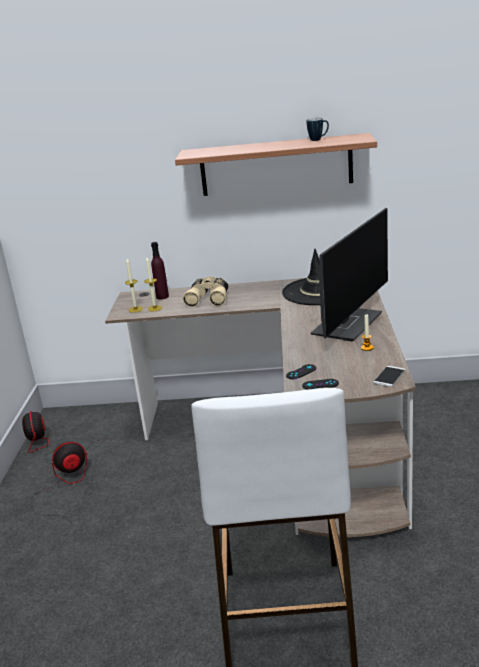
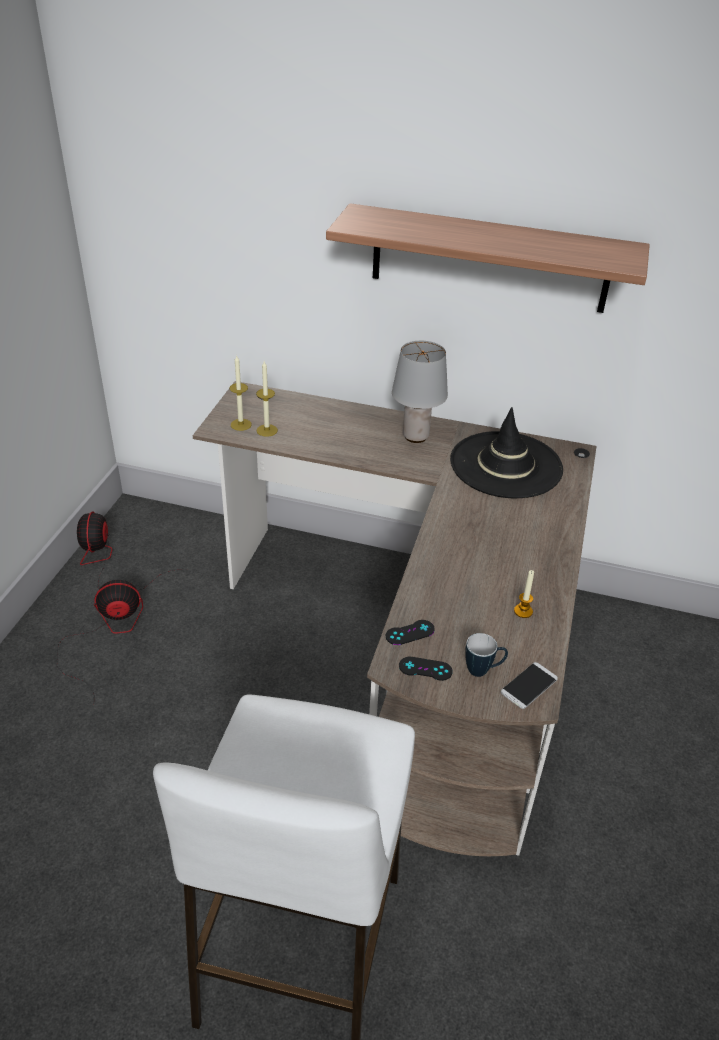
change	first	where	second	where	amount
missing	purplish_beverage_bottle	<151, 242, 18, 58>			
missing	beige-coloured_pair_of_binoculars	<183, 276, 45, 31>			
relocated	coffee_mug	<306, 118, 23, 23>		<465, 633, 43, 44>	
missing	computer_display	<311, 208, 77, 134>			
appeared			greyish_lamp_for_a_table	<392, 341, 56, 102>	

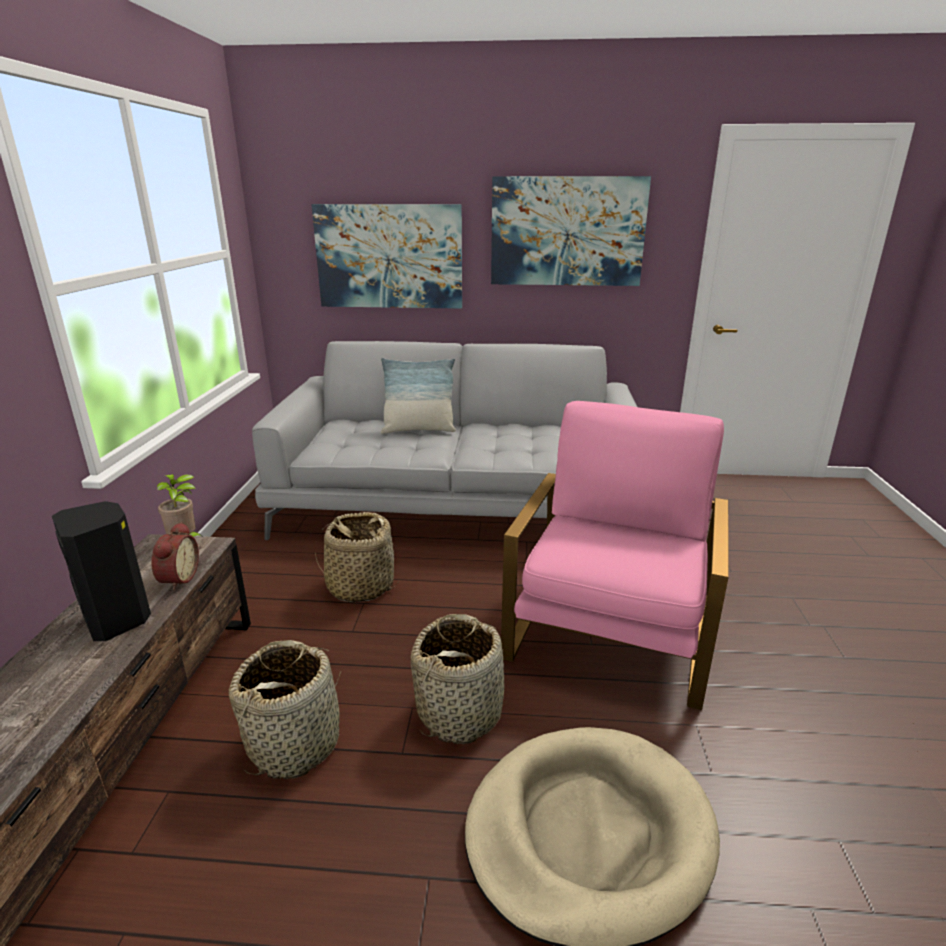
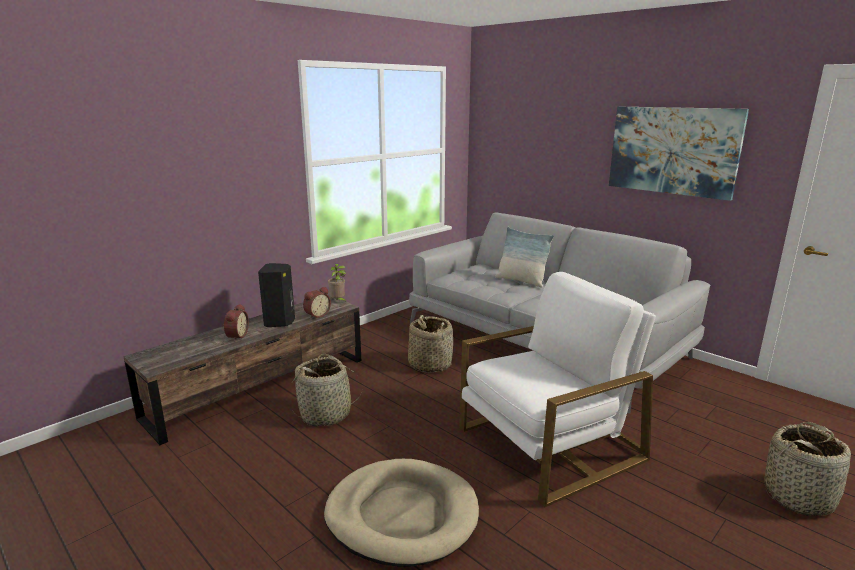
change	first	where	second	where	amount
missing	picture	<311, 204, 151, 104>			
relocated	household_basket	<411, 614, 93, 130>		<764, 422, 87, 94>	
colour	pink_lounge_chair	<501, 401, 228, 309>	white_lounge_chair	<459, 272, 197, 236>	
appeared			table_clock	<224, 304, 25, 37>	

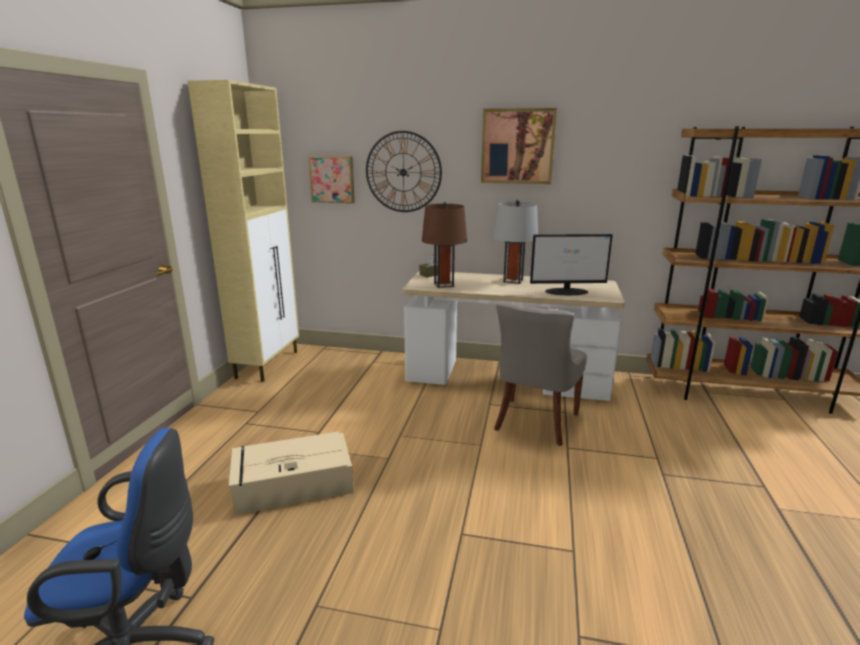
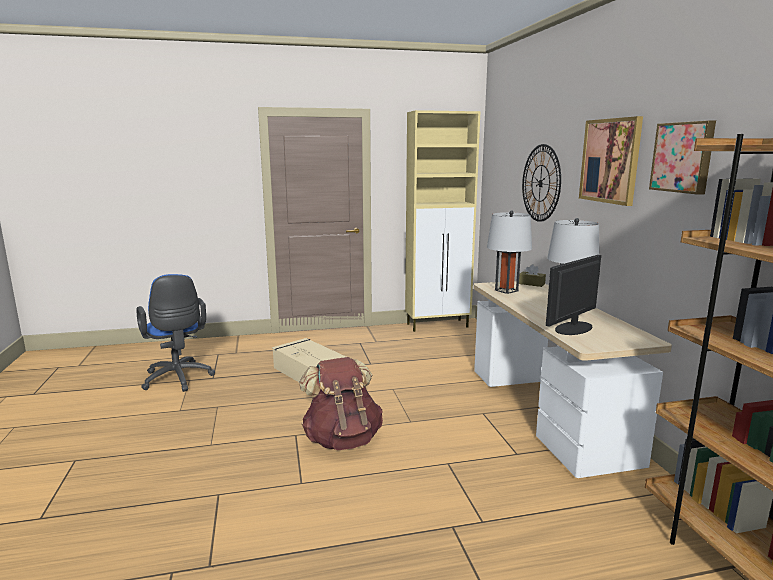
change	first	where	second	where	amount
relocated	picture	<308, 156, 47, 47>		<649, 121, 67, 74>	
colour	brown-coloured_lamp_for_a_table	<422, 202, 45, 86>	greyish_lamp_for_a_table	<487, 210, 45, 84>	
missing	greyish_chair	<494, 303, 93, 143>			
spun	computer_display	<530, 234, 83, 61>		<546, 255, 55, 80>	75 degrees clockwise
appeared			brown-coloured_rucksack	<299, 357, 84, 93>	

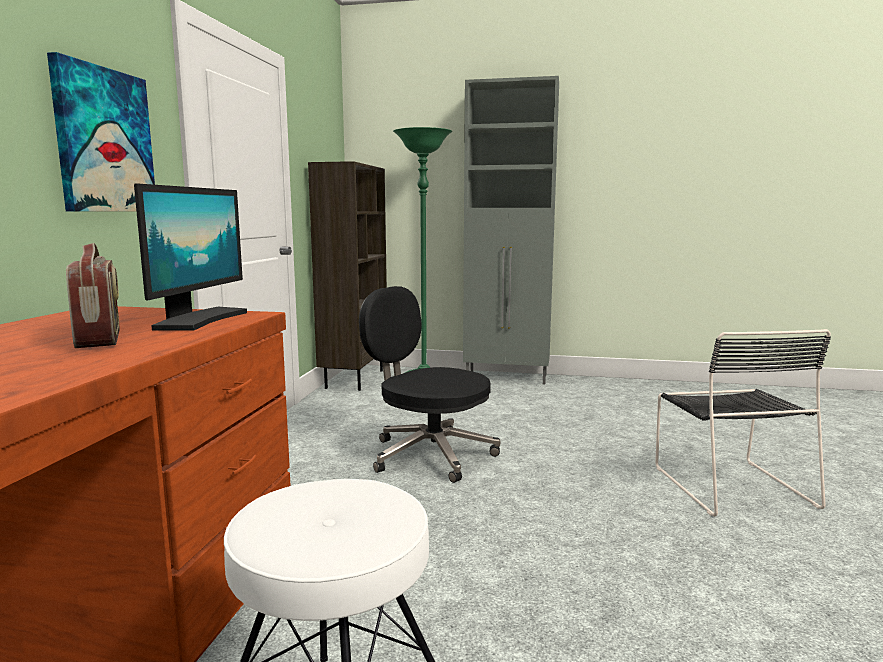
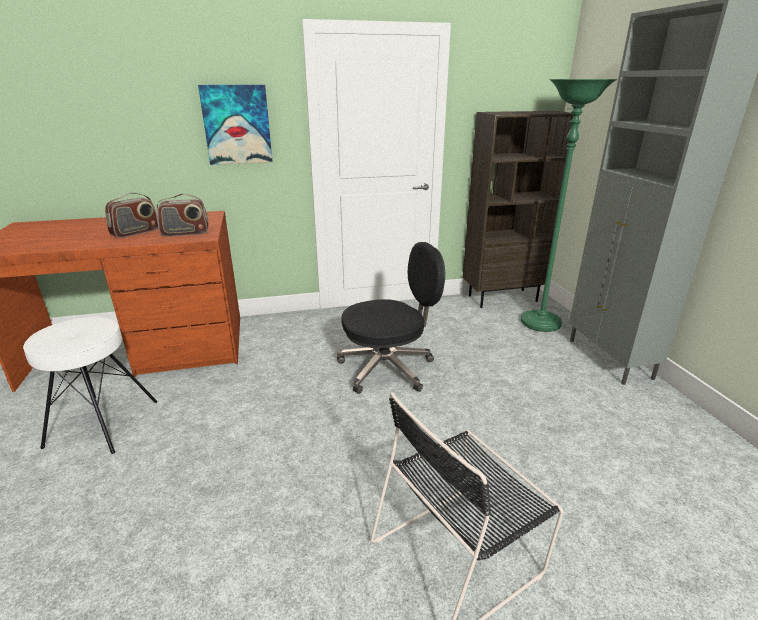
change	first	where	second	where	amount
exchanged	computer_display	<134, 183, 113, 148>	radio_set	<156, 194, 52, 43>	
spun	black-coloured_desk_chair	<359, 286, 141, 197>		<337, 242, 108, 152>	60 degrees clockwise

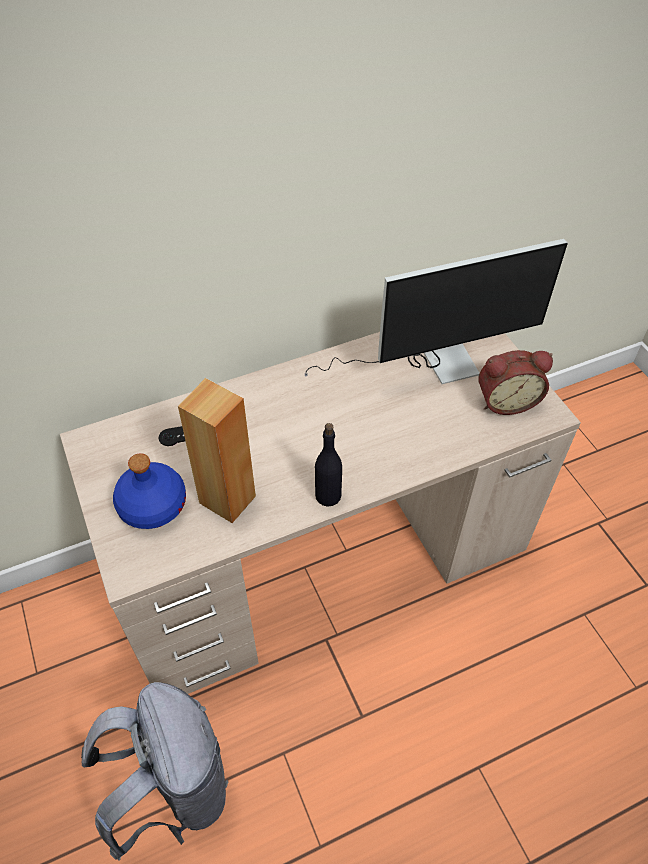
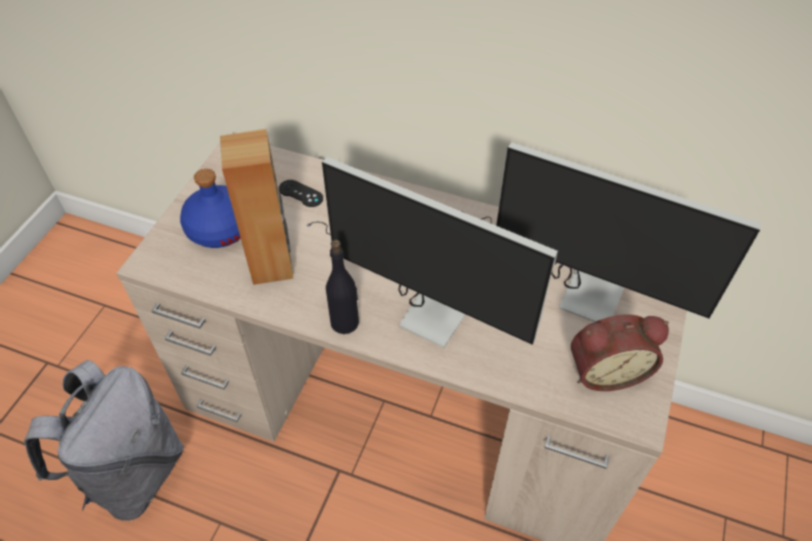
change	first	where	second	where	amount
spun	table_clock	<478, 350, 75, 65>		<571, 315, 98, 76>	45 degrees counterclockwise
appeared			computer_display	<307, 157, 251, 191>	

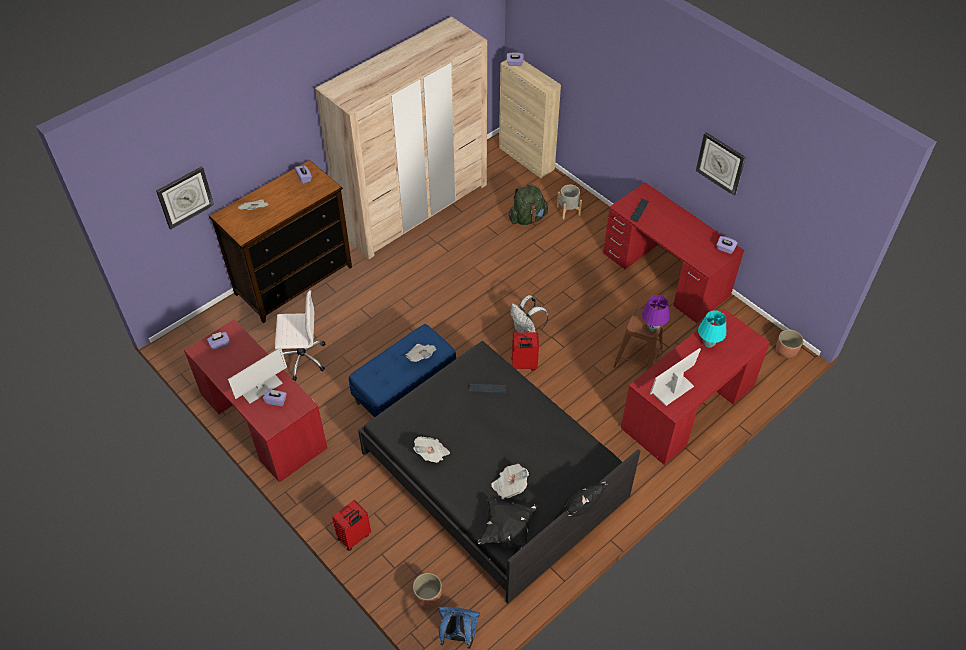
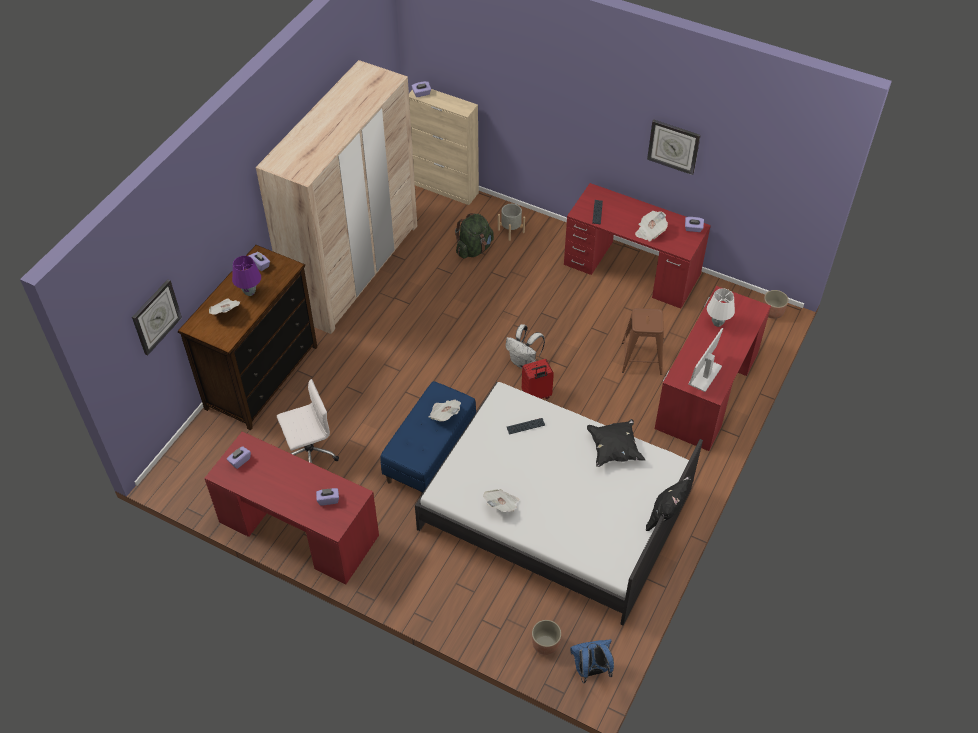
change	first	where	second	where	amount
missing	computer_display	<228, 347, 59, 57>			
missing	red_suitcase	<332, 500, 39, 51>			
colour	black-coloured_sleeping_bed	<358, 341, 282, 263>	white_sleeping_bed	<415, 382, 288, 243>	
relocated	black-coloured_throw_pillow	<477, 496, 61, 54>		<587, 419, 58, 48>	
relocated	daily_paper	<491, 464, 38, 35>		<635, 211, 33, 31>	
relocated	purplish_lamp_for_a_table	<642, 295, 27, 37>		<232, 256, 29, 40>	
colour	blue-green_lamp_for_a_table	<698, 310, 28, 38>	white_lamp_for_a_table	<707, 288, 28, 39>	

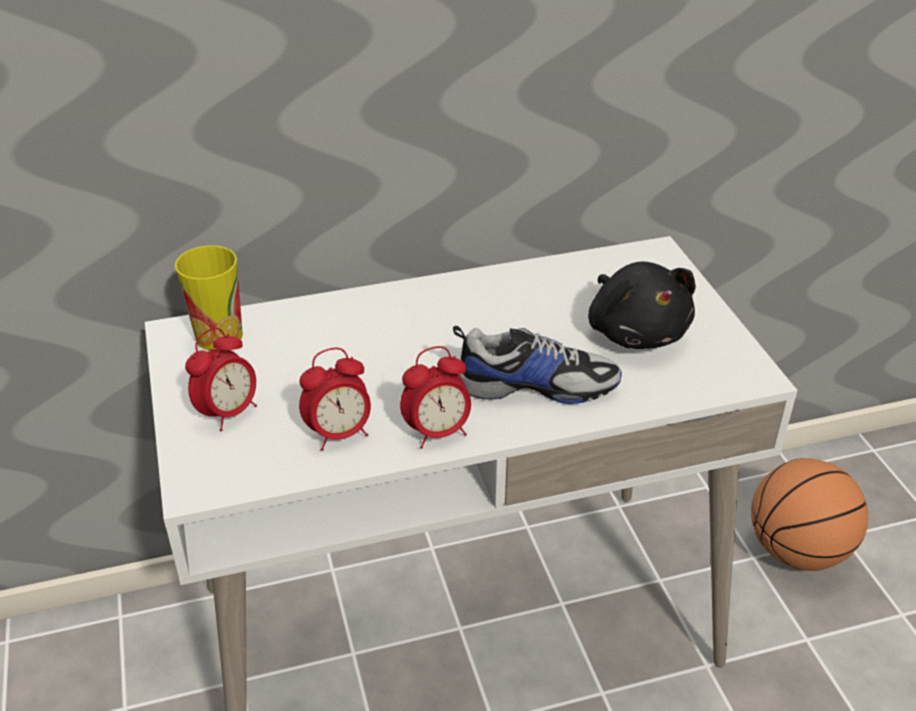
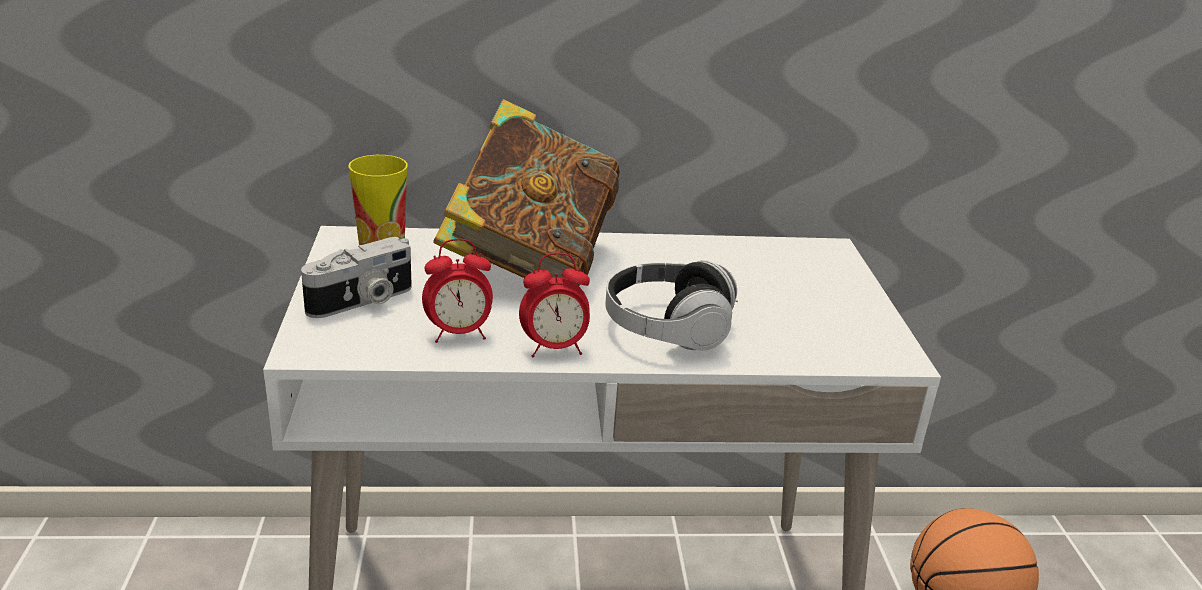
change	first	where	second	where	amount
exchanged	table_clock	<185, 327, 72, 104>	still_camera	<301, 237, 111, 81>	
exchanged	low_shoe	<453, 326, 169, 78>	pair_of_headphones	<605, 260, 133, 91>	
missing	black-coloured_cuddly_toy	<588, 262, 108, 87>			
appeared			book	<433, 99, 187, 187>	

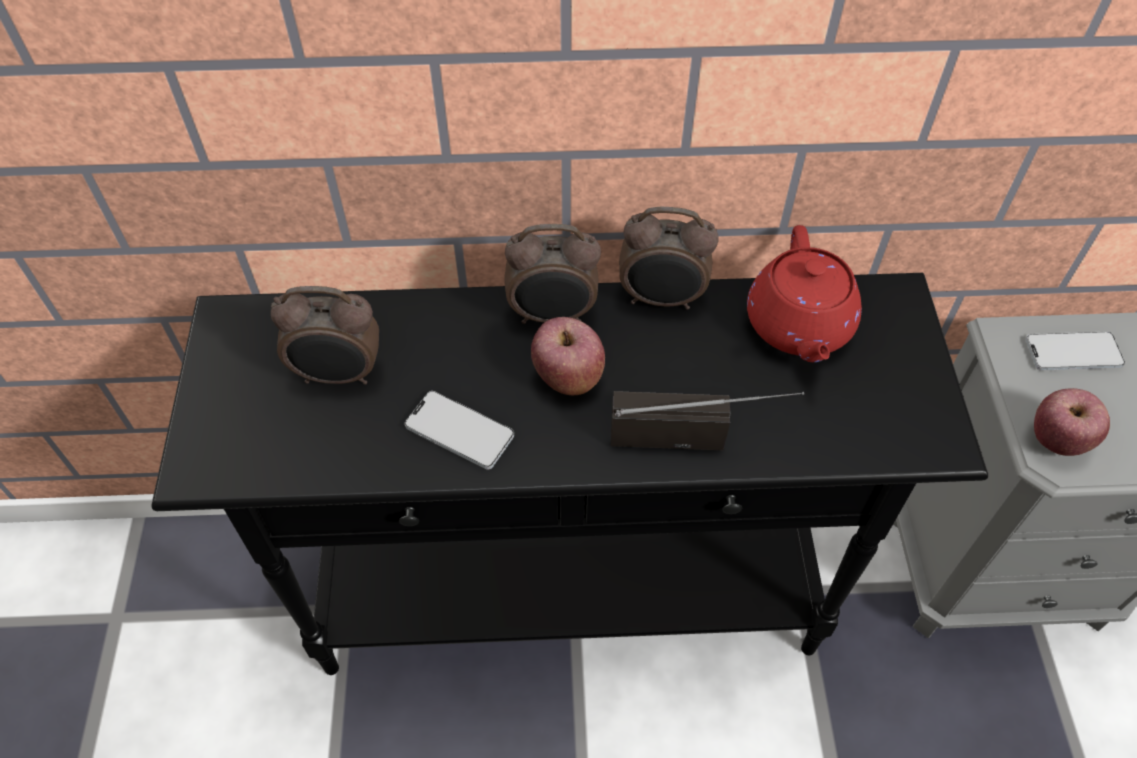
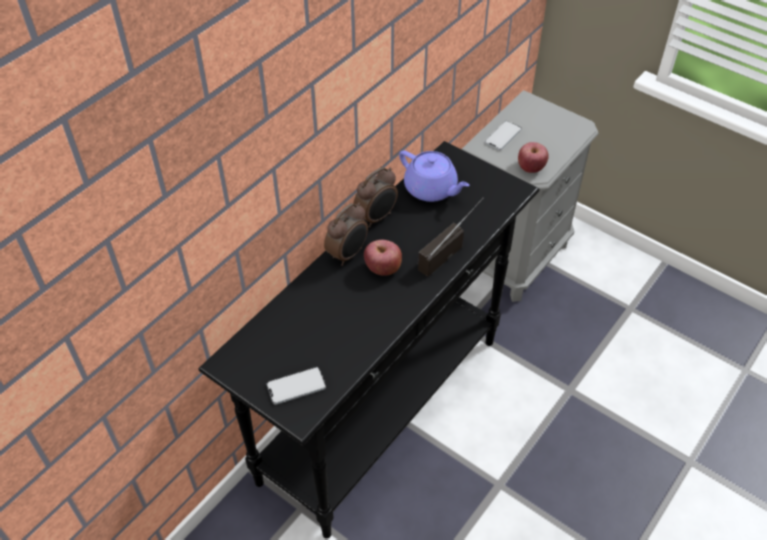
change	first	where	second	where	amount
missing	table_clock	<271, 286, 108, 99>			
relocated	telephone	<405, 391, 109, 79>		<267, 367, 59, 38>	
colour	red_teapot	<747, 225, 115, 137>	purplish_teapot	<399, 150, 70, 52>	

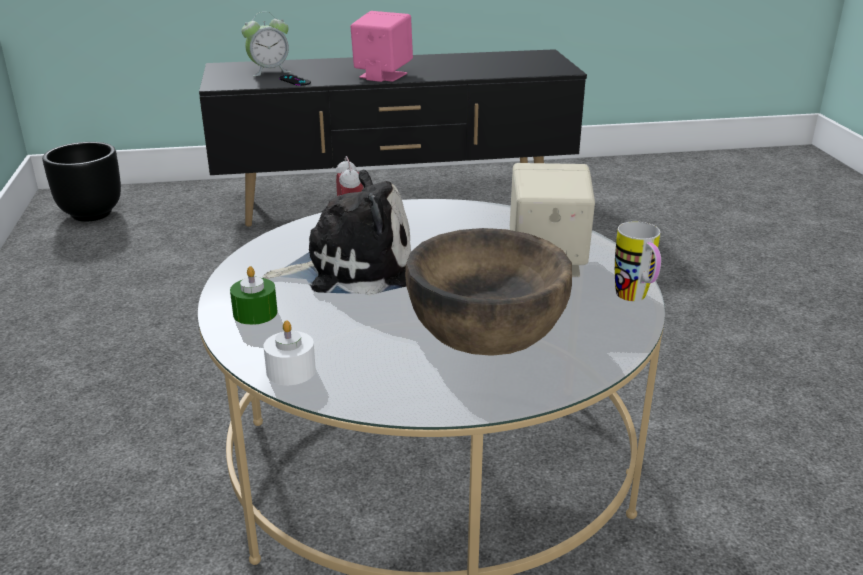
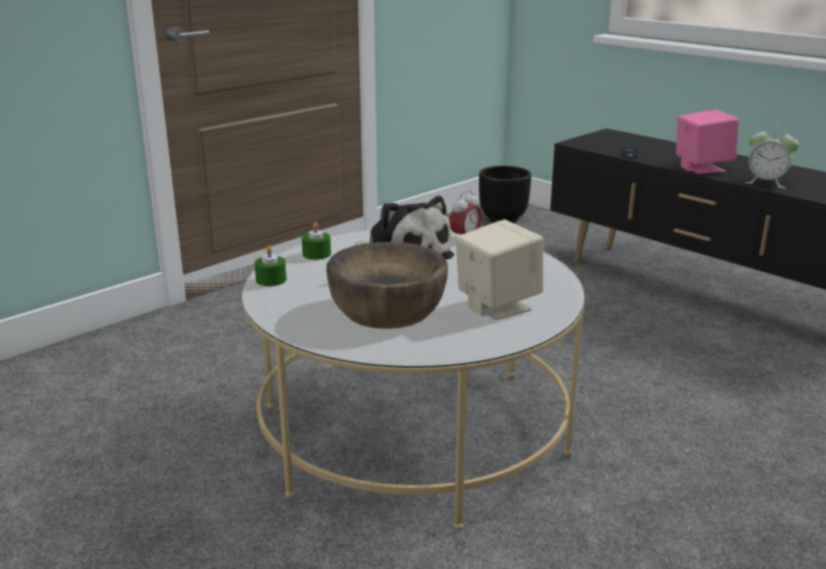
change	first	where	second	where	amount
relocated	table_clock	<241, 12, 50, 64>		<744, 125, 55, 64>	
colour	white_candle	<264, 320, 52, 65>	green_candle	<254, 246, 33, 40>	
missing	coffee_mug	<615, 221, 46, 80>			

